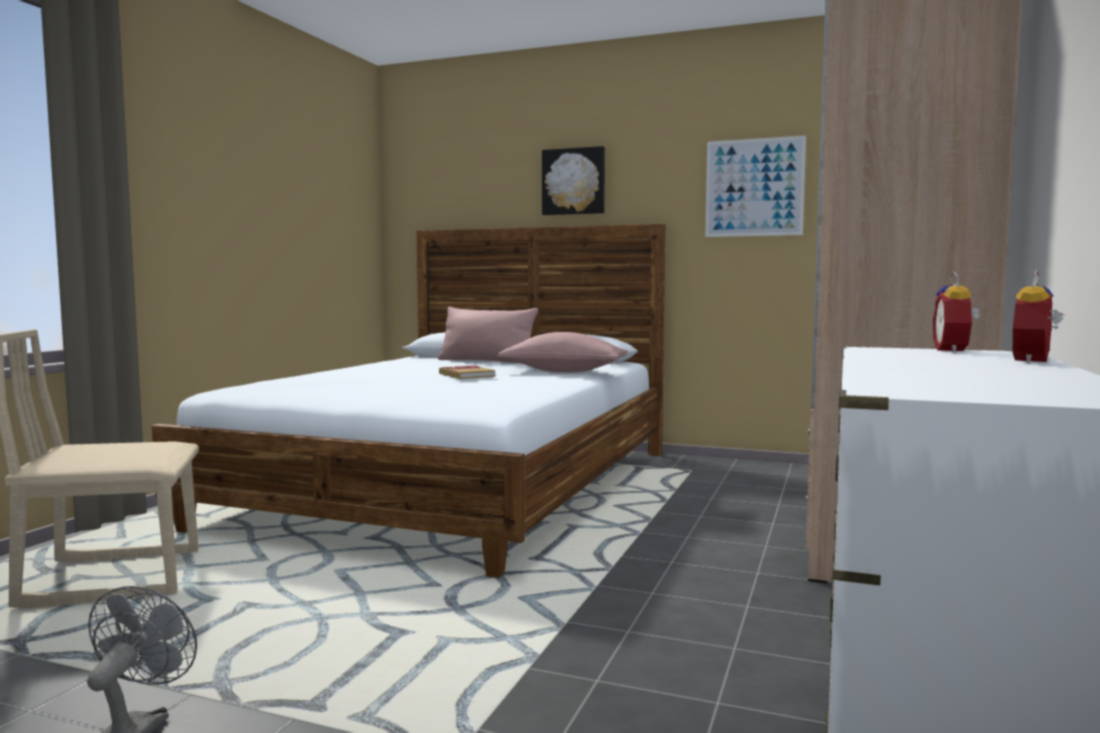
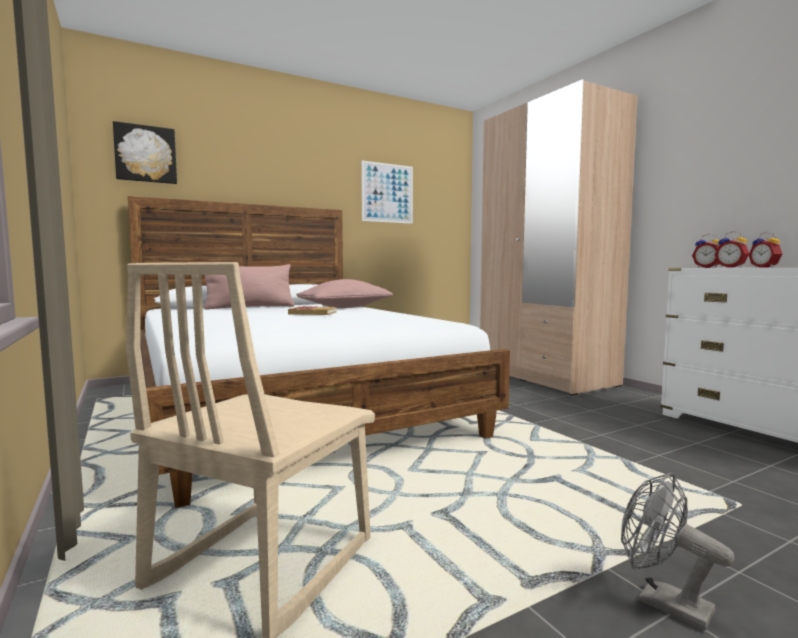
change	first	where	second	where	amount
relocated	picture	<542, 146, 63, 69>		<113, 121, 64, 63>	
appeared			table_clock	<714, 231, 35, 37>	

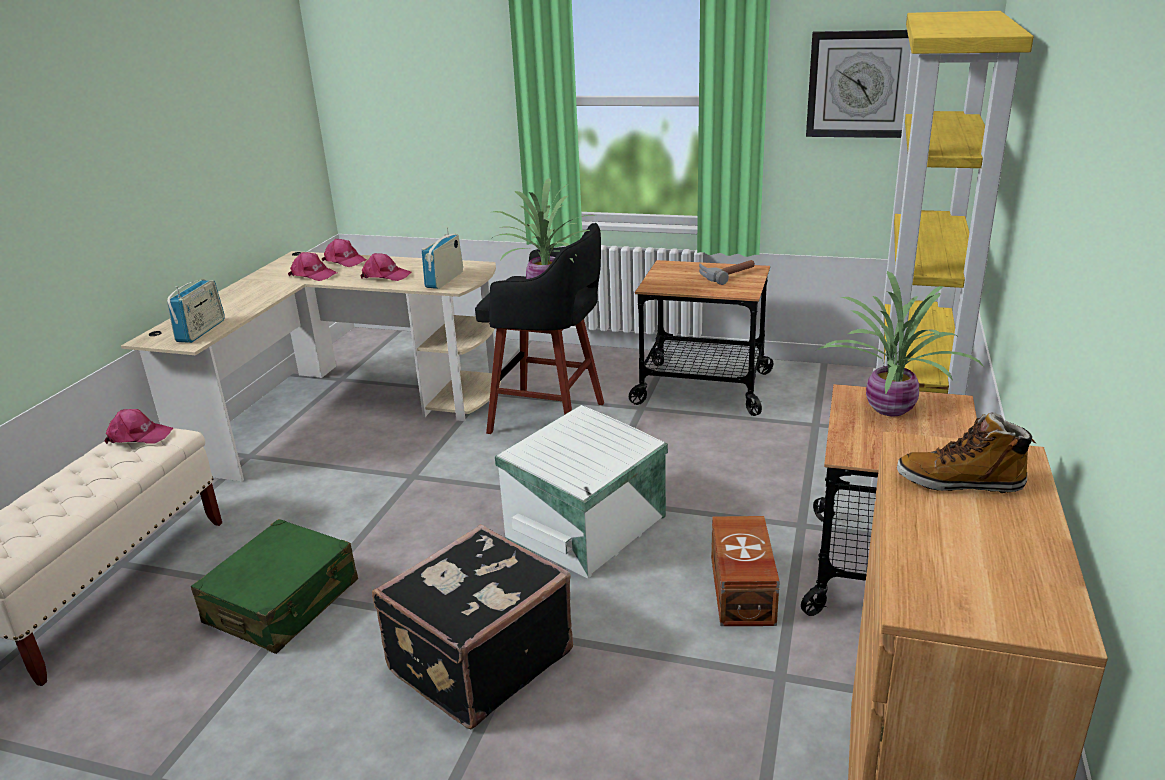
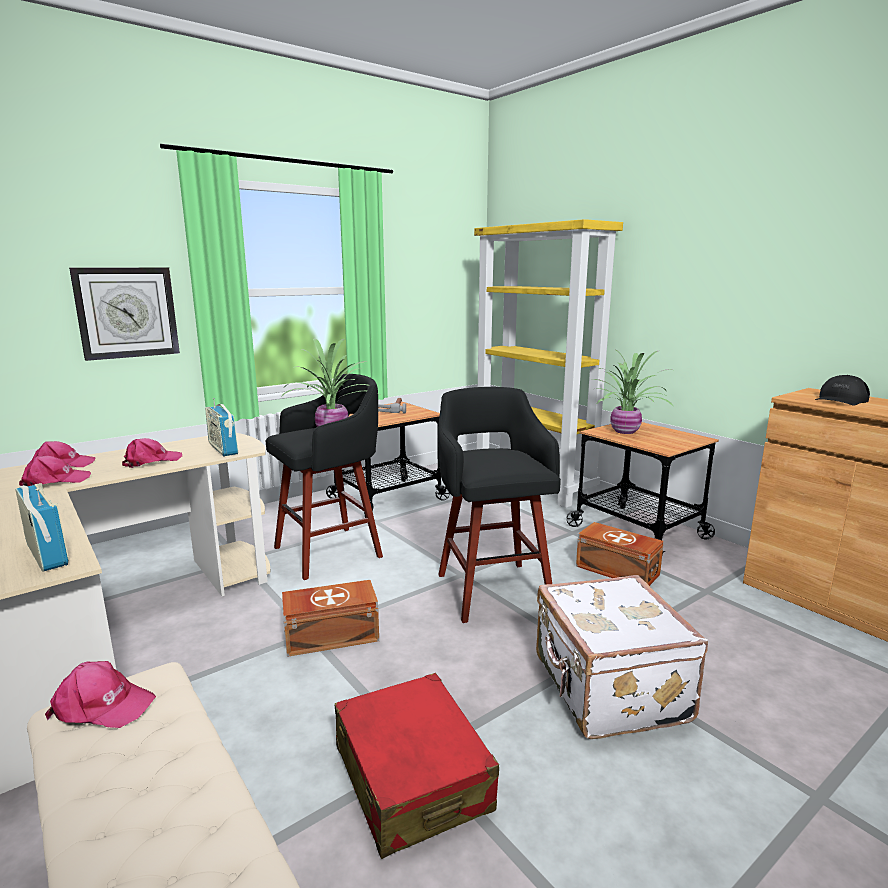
change	first	where	second	where	amount
spun	pink_baseball_cap	<104, 409, 69, 35>		<45, 661, 111, 67>	60 degrees clockwise
colour	green_suitcase	<191, 519, 167, 135>	red_suitcase	<335, 673, 164, 186>	
colour	black-coloured_suitcase	<372, 524, 201, 205>	white_suitcase	<536, 575, 172, 164>	
exchanged	white_storage_container	<495, 405, 173, 174>	black-coloured_stool_seat	<438, 387, 123, 236>	
relocated	clock_on_the_wall	<806, 30, 105, 108>		<69, 267, 111, 94>	
exchanged	tall_boot	<897, 412, 140, 81>	black-coloured_baseball_cap	<815, 375, 55, 31>	
appeared			brown-coloured_storage_container	<282, 580, 97, 77>	

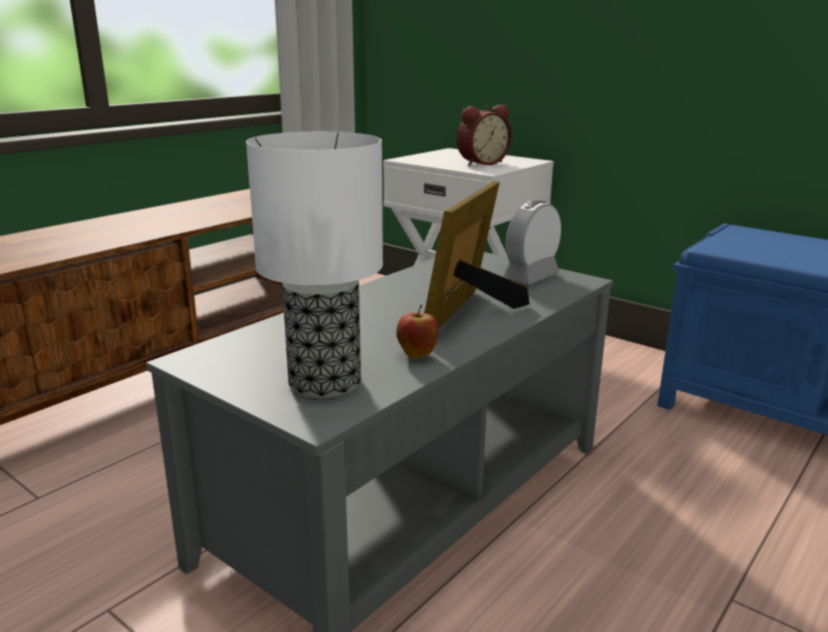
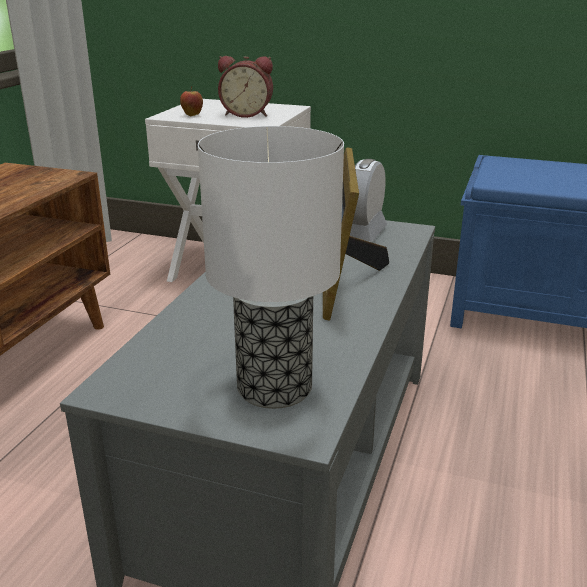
change	first	where	second	where	amount
relocated	whole_apple	<396, 305, 43, 54>		<180, 86, 23, 30>	
spun	table_clock	<457, 104, 55, 62>		<218, 56, 55, 62>	60 degrees clockwise

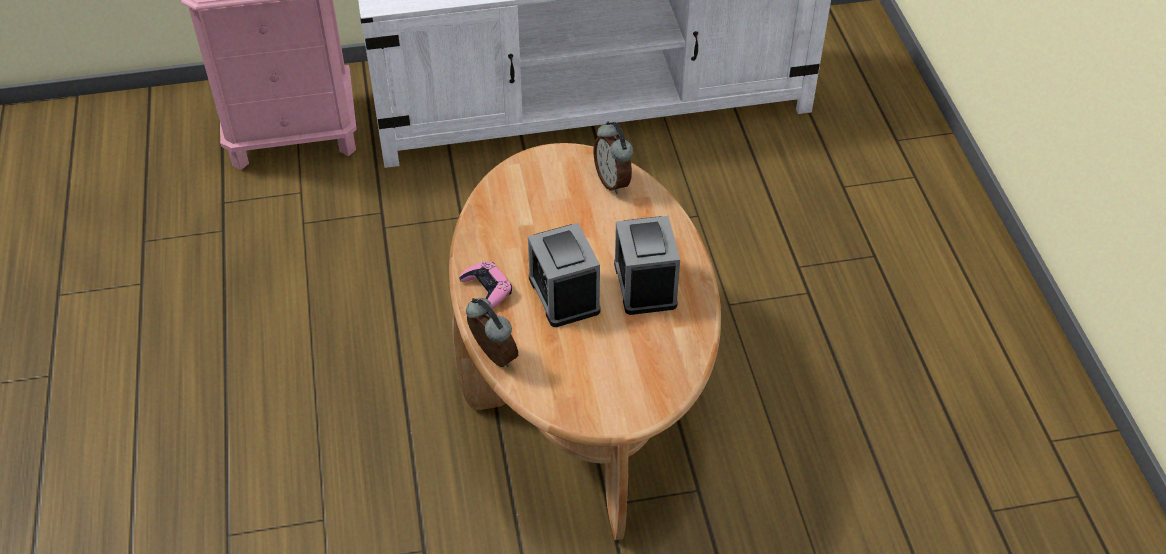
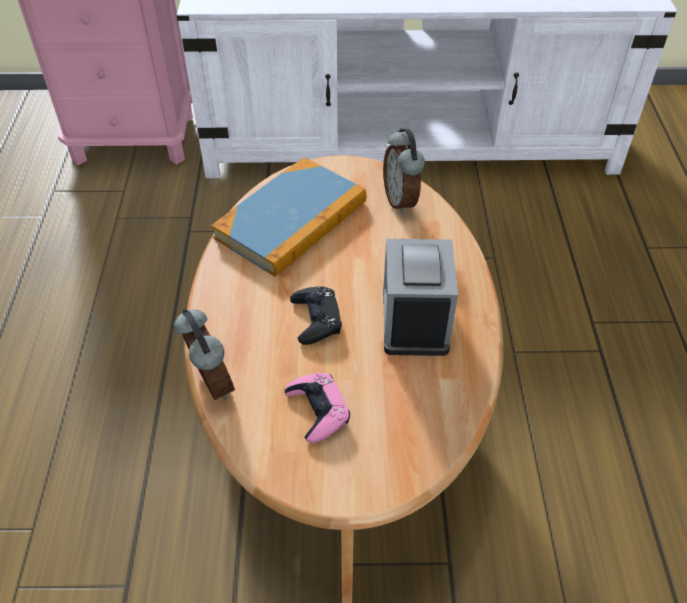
change	first	where	second	where	amount
relocated	pink_gamepad	<459, 261, 53, 48>		<284, 373, 66, 70>	
exchanged	table_clock	<528, 223, 73, 104>	black-coloured_gamepad	<290, 286, 52, 59>	
appeared			book	<211, 158, 155, 119>	

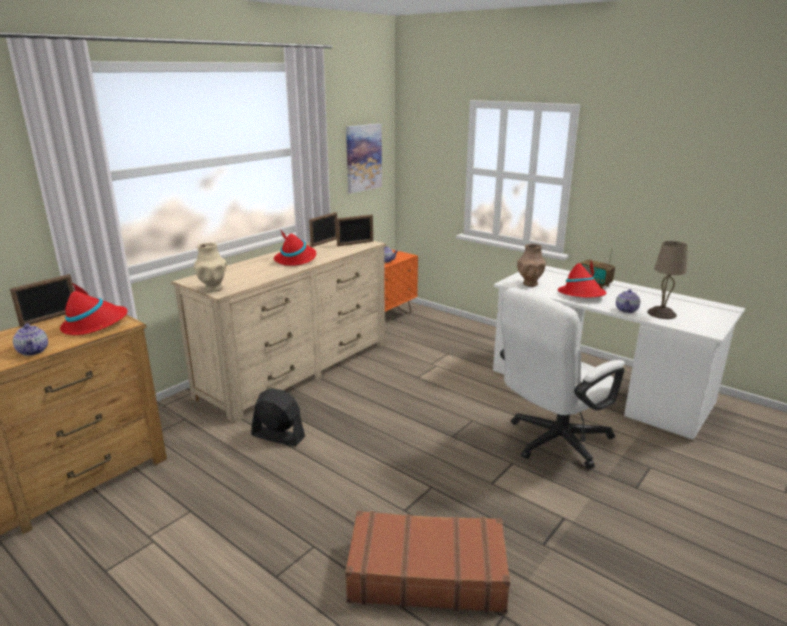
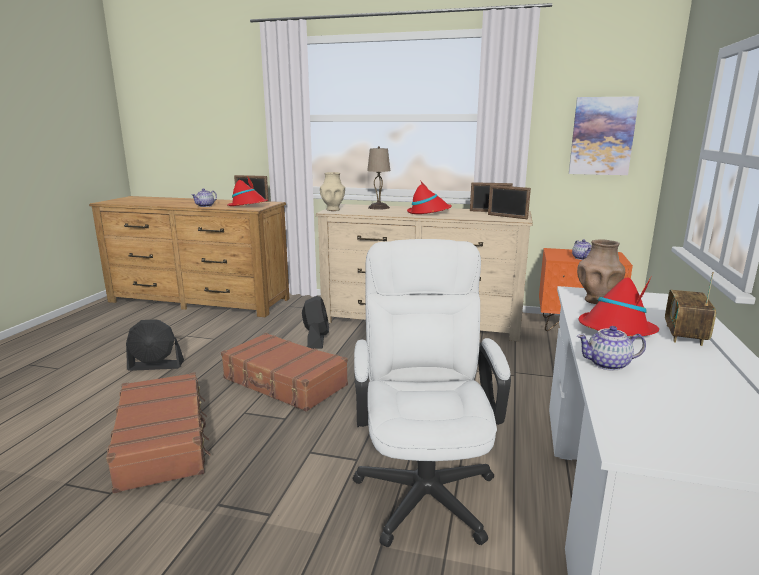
change	first	where	second	where	amount
spun	white_desk_chair	<500, 287, 125, 182>		<353, 239, 158, 309>	60 degrees clockwise
relocated	beige-coloured_lamp_for_a_table	<647, 241, 41, 78>		<367, 146, 23, 64>	
appeared			black-coloured_fan	<126, 320, 58, 51>	
appeared			brown-coloured_suitcase	<221, 333, 127, 79>	

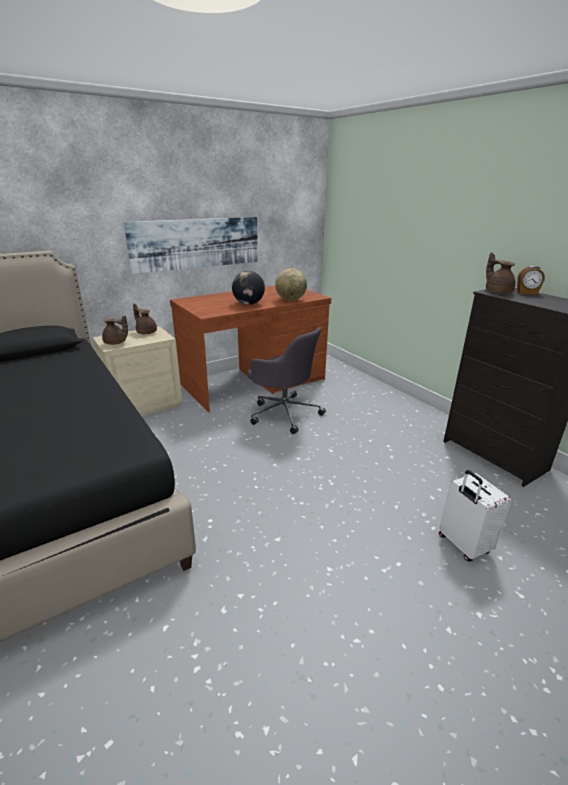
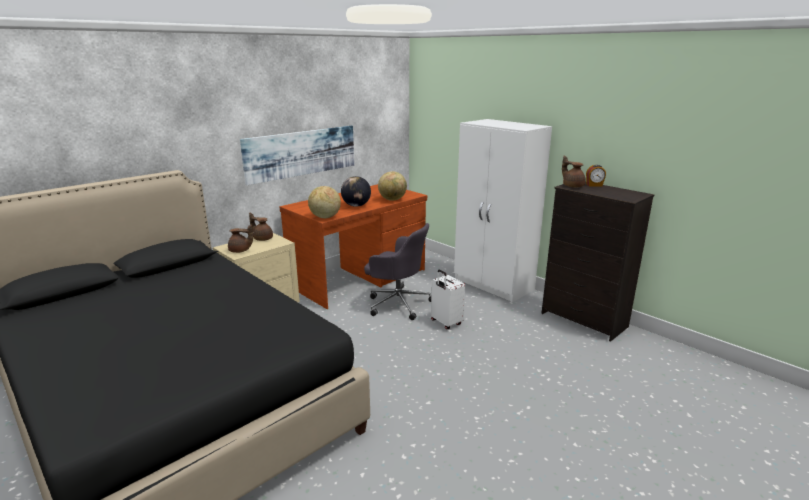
change	first	where	second	where	amount
relocated	white_suitcase	<439, 470, 72, 91>		<431, 270, 34, 59>	
appeared			world_globe	<308, 186, 33, 32>	
appeared			white_armoire	<454, 119, 98, 183>	

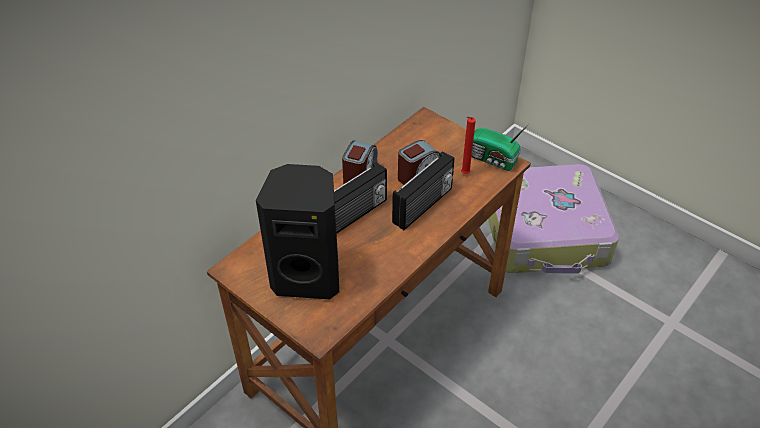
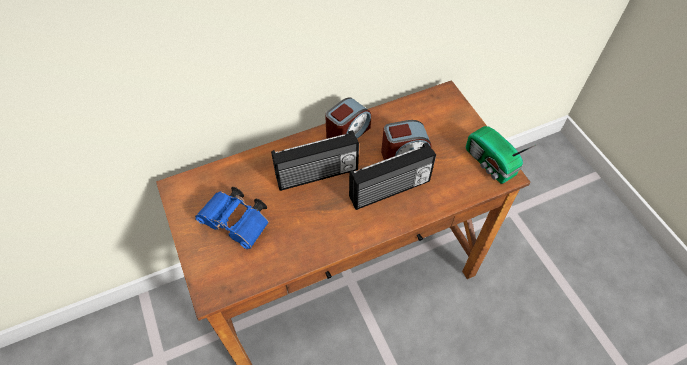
change	first	where	second	where	amount
exchanged	black-coloured_loudspeaker	<256, 164, 83, 135>	bluish_pair_of_binoculars	<195, 187, 74, 62>	
missing	red_candle	<461, 117, 15, 57>			
missing	suitcase	<488, 164, 131, 110>			

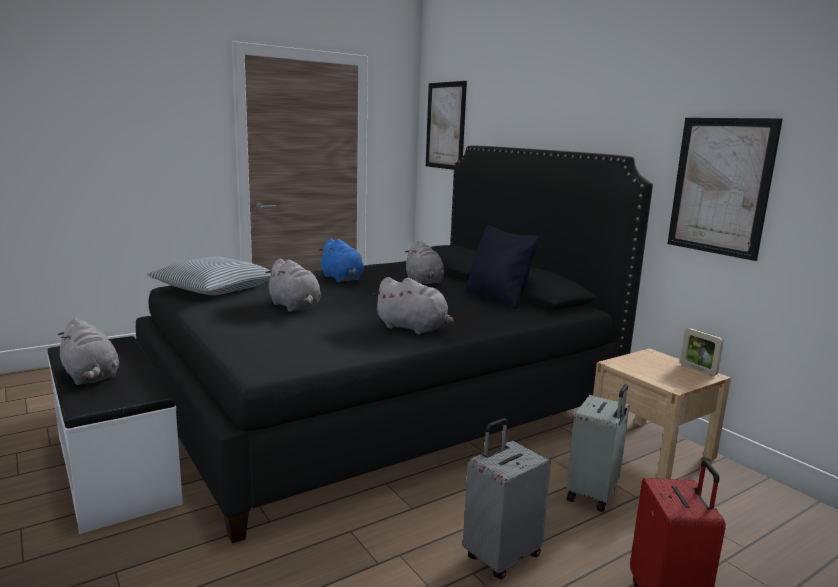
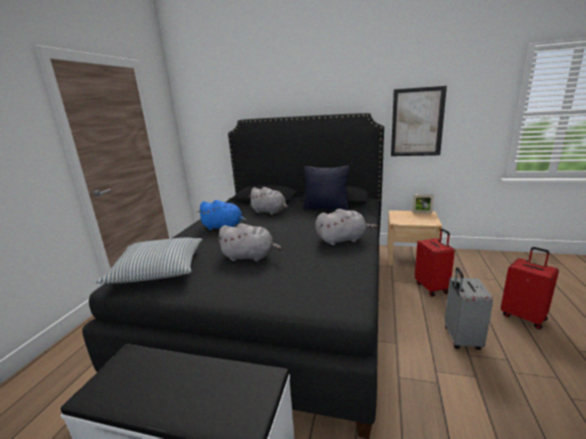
change	first	where	second	where	amount
missing	greyish_cuddly_toy	<58, 318, 61, 67>			
missing	picture	<426, 81, 41, 89>			
colour	greyish_suitcase	<566, 384, 64, 128>	red_suitcase	<415, 229, 40, 68>	

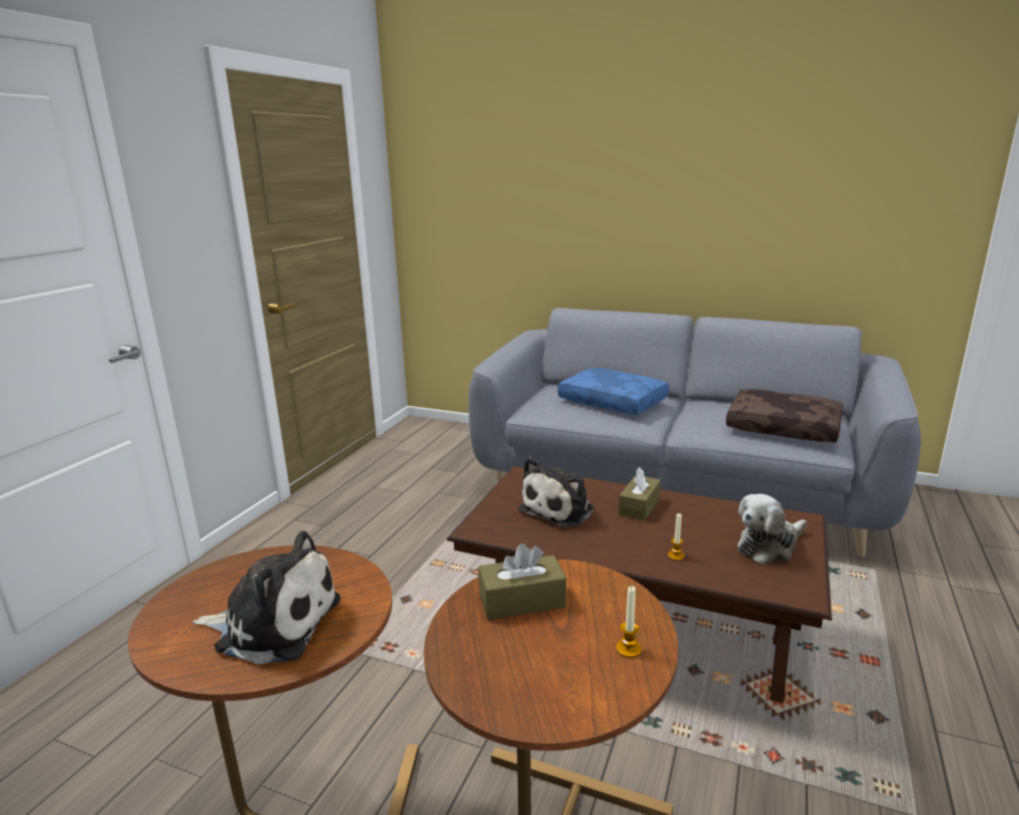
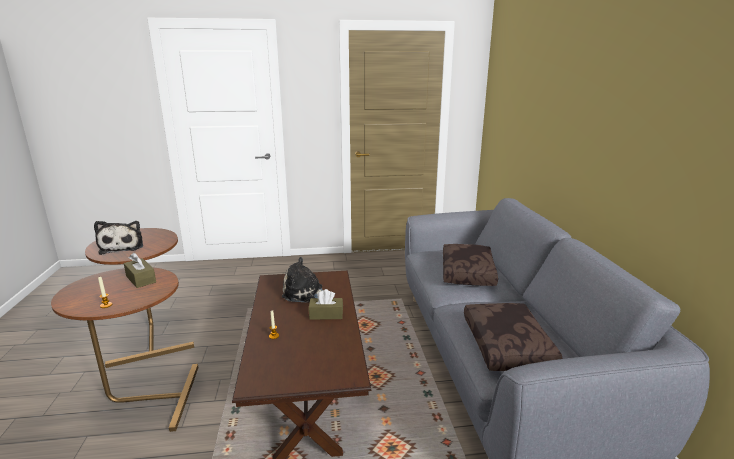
change	first	where	second	where	amount
colour	bluish_throw_pillow	<558, 368, 111, 47>	brown-coloured_throw_pillow	<443, 244, 55, 42>	
missing	cuddly_toy	<737, 494, 70, 71>			

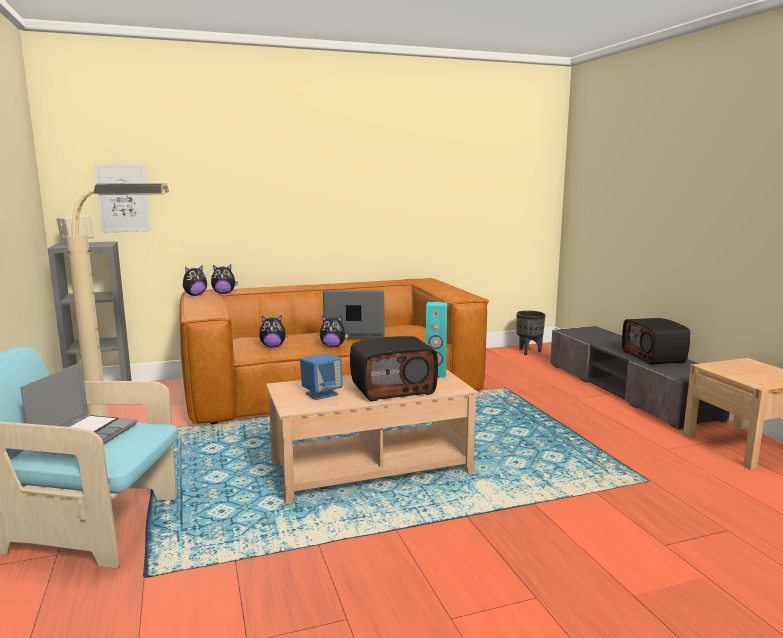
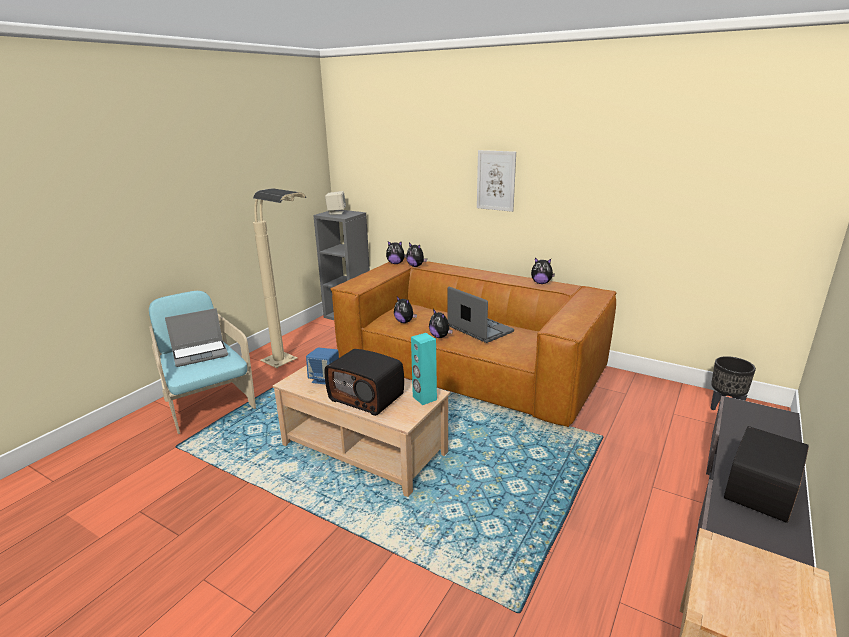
change	first	where	second	where	amount
relocated	picture	<94, 164, 57, 69>		<477, 150, 39, 62>	
appeared			cuddly_toy	<531, 258, 24, 26>	

